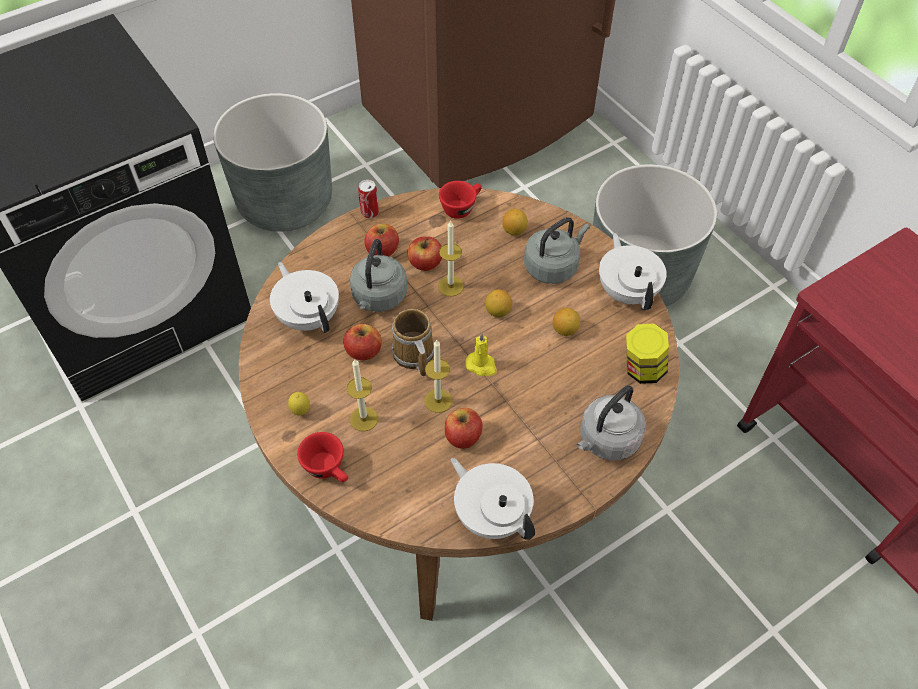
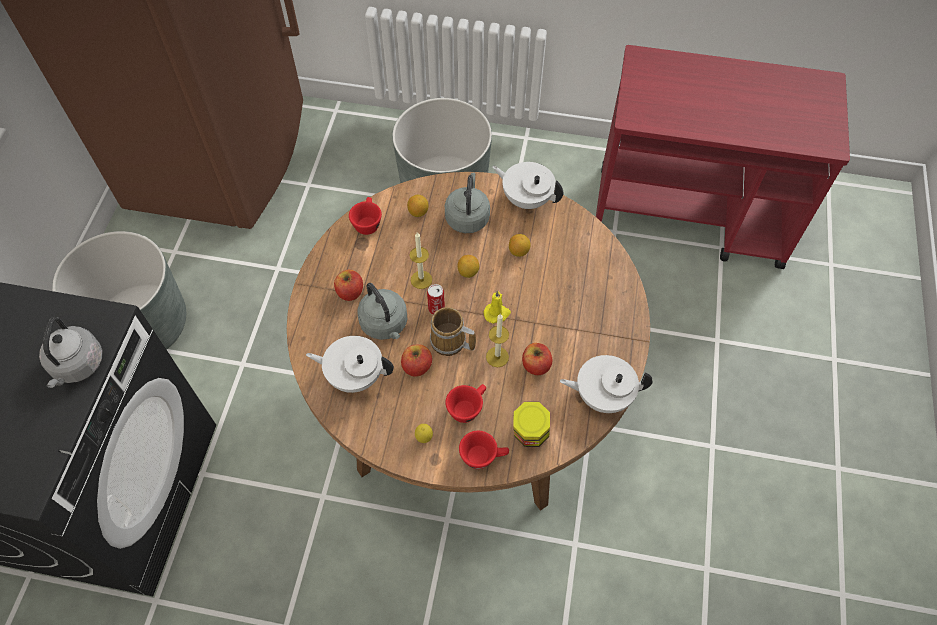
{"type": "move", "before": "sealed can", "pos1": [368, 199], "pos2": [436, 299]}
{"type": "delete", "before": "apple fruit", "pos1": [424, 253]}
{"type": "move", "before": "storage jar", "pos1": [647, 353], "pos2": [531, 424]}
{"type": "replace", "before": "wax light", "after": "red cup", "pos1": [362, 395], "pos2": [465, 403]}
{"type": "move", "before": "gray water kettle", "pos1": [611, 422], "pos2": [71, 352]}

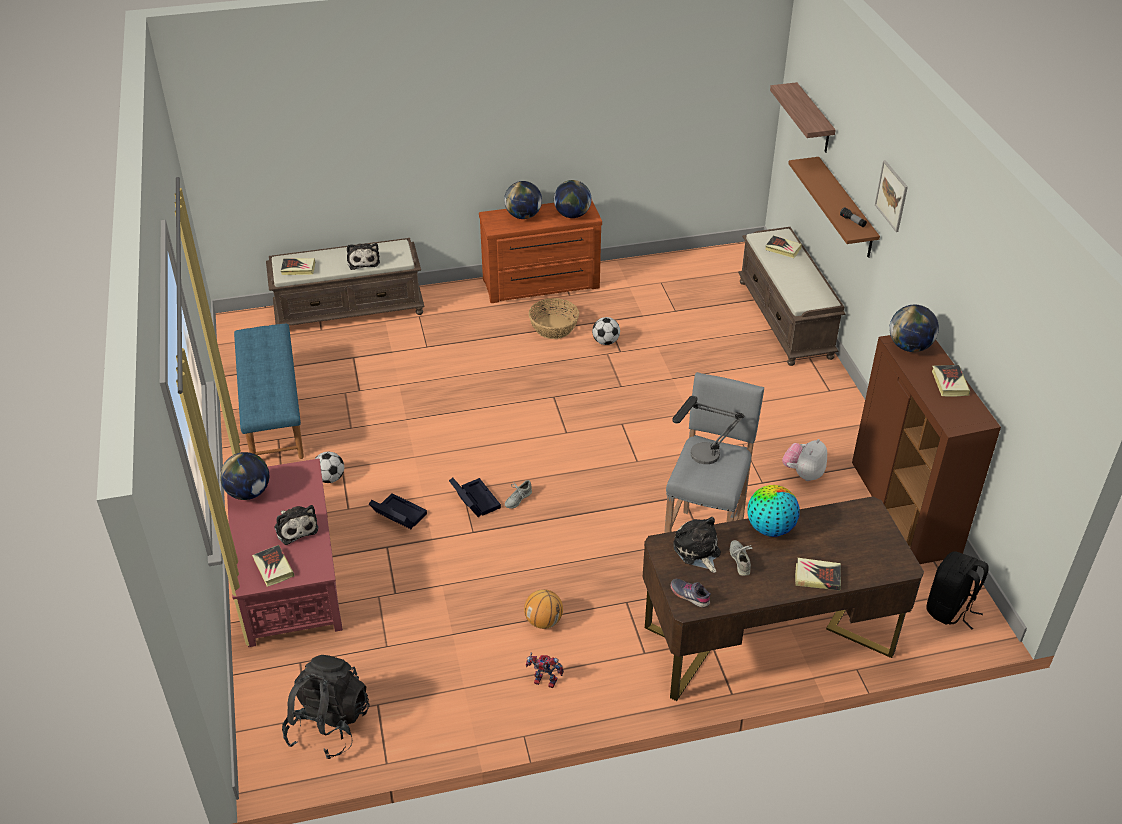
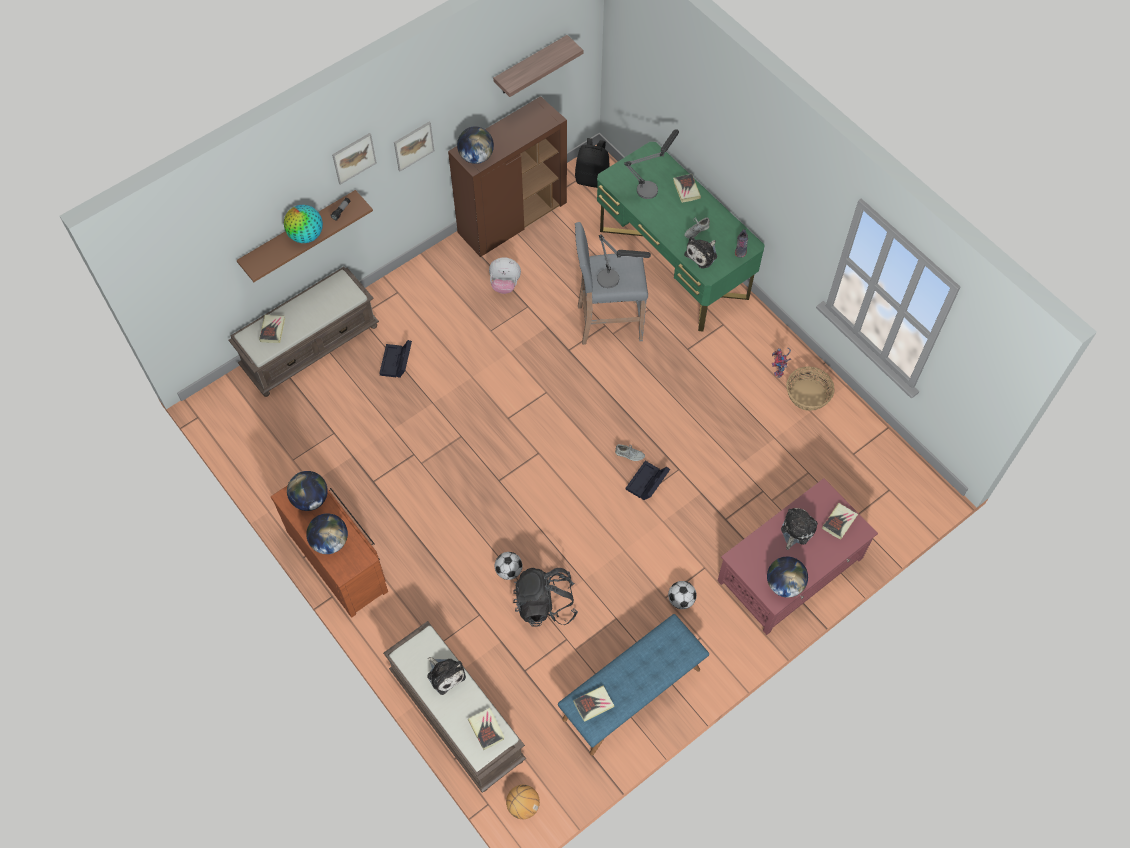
{"type": "move", "before": "wall shelf", "pos1": [803, 117], "pos2": [538, 66]}
{"type": "rotate", "before": "plush toy", "pos1": [363, 256], "pos2": [446, 676], "turn": 90}
{"type": "move", "before": "household basket", "pos1": [554, 318], "pos2": [810, 389]}
{"type": "move", "before": "football ball", "pos1": [606, 331], "pos2": [509, 566]}
{"type": "move", "before": "book", "pos1": [951, 380], "pos2": [593, 703]}
{"type": "move", "before": "desk globe", "pos1": [773, 511], "pos2": [303, 224]}
{"type": "move", "before": "blackish storage container", "pos1": [398, 511], "pos2": [395, 359]}
{"type": "recolor", "before": "brownish desk table", "after": "greenish desk table", "pos1": [783, 599], "pos2": [680, 237]}
{"type": "move", "before": "basketball", "pos1": [543, 609], "pos2": [523, 802]}
{"type": "move", "before": "blackish backpack", "pos1": [325, 707], "pos2": [545, 597]}
{"type": "insert", "after": "wall picture", "pos2": [414, 146]}
{"type": "insert", "after": "tabletop lamp", "pos2": [651, 164]}

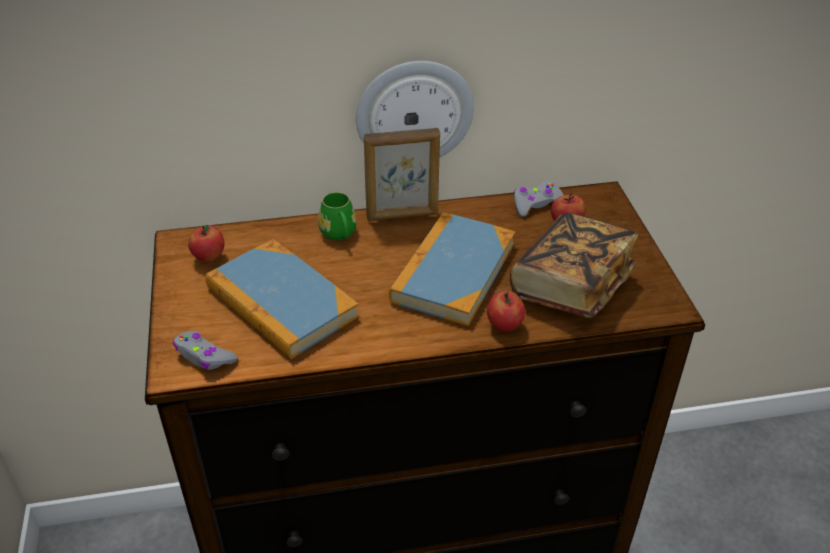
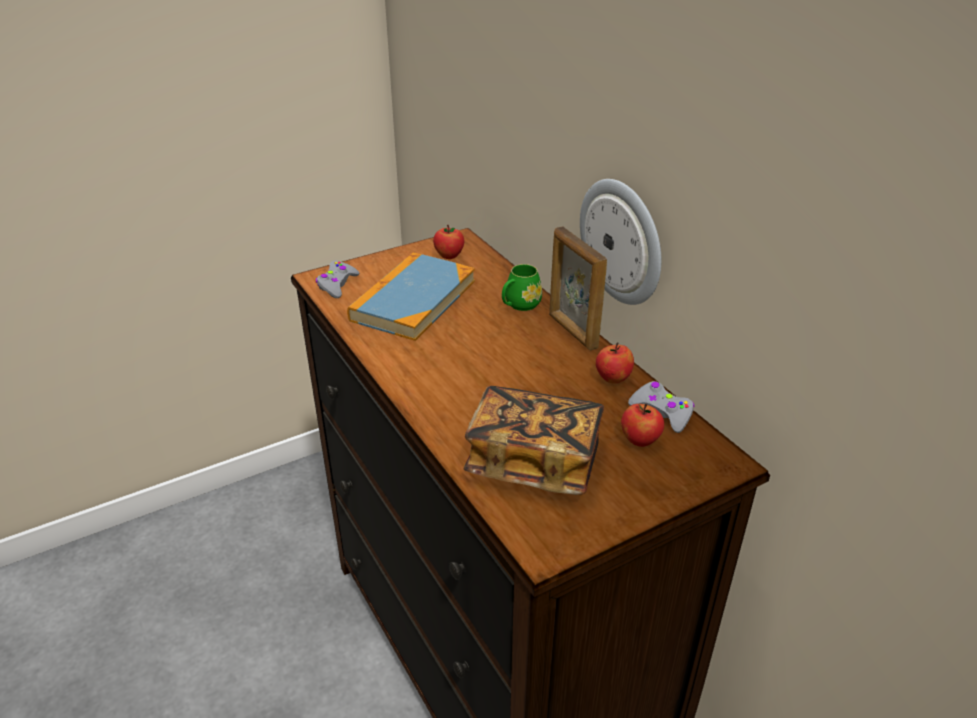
{"type": "delete", "before": "book", "pos1": [452, 269]}
{"type": "move", "before": "apple fruit", "pos1": [506, 311], "pos2": [615, 363]}

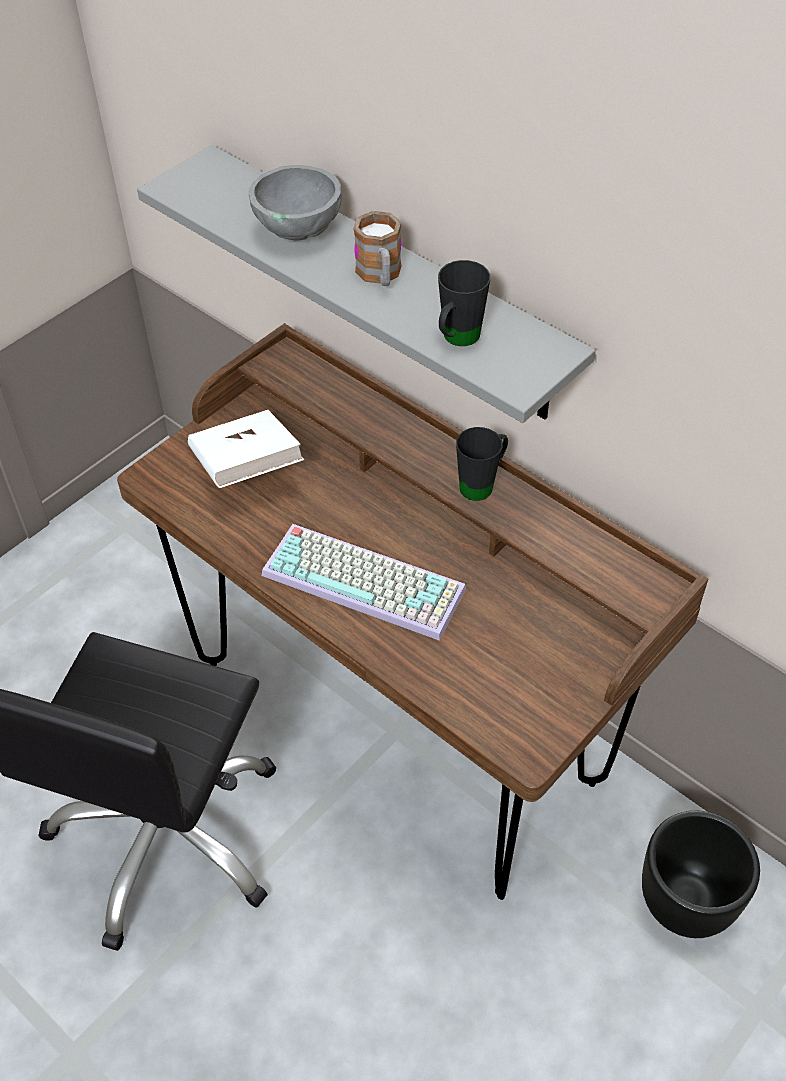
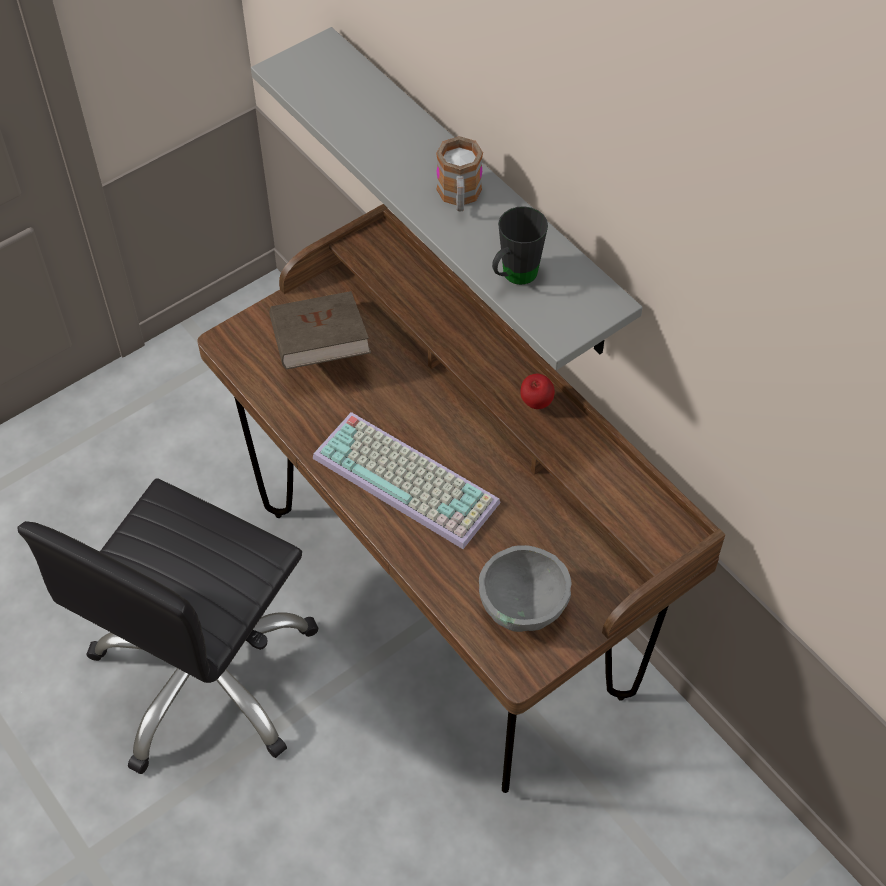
{"type": "move", "before": "gray bowl", "pos1": [295, 202], "pos2": [525, 588]}
{"type": "recolor", "before": "white-coloured book", "after": "brownish book", "pos1": [246, 449], "pos2": [320, 330]}
{"type": "replace", "before": "blackish tea mug", "after": "apple fruit", "pos1": [482, 464], "pos2": [537, 391]}
{"type": "delete", "before": "blackish planter", "pos1": [701, 874]}

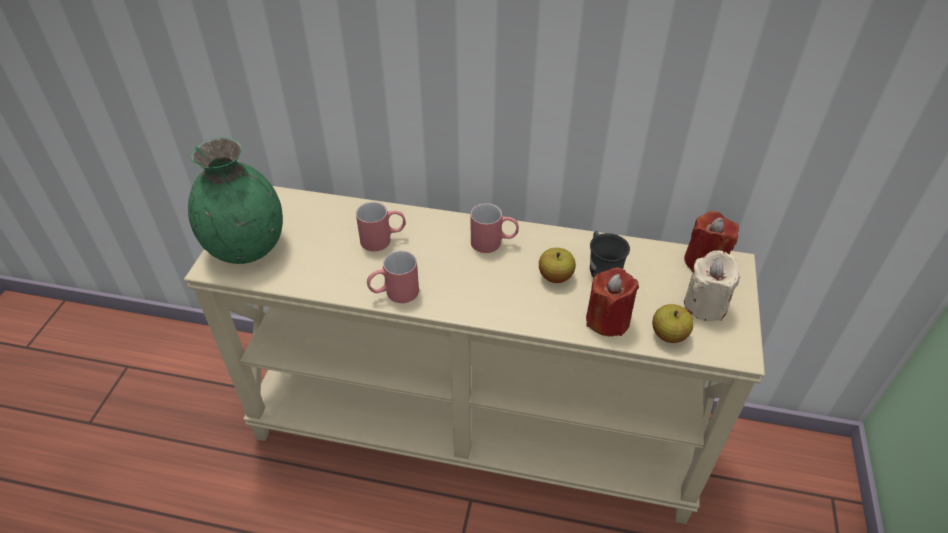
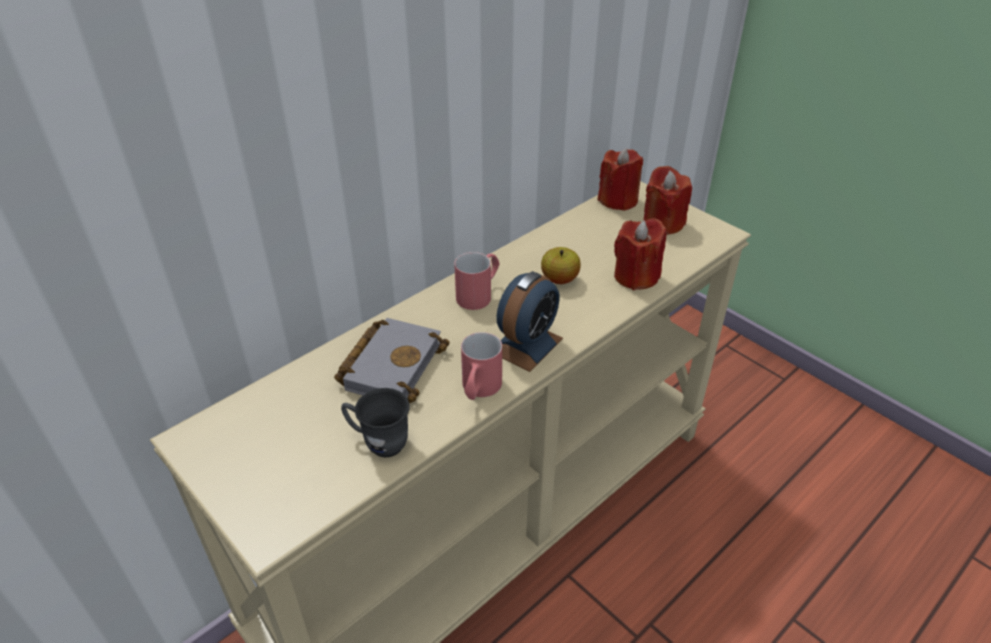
{"type": "delete", "before": "greenish flower vase", "pos1": [235, 200]}
{"type": "replace", "before": "red tea mug", "after": "gray book", "pos1": [381, 226], "pos2": [392, 361]}
{"type": "move", "before": "gray tea mug", "pos1": [610, 254], "pos2": [375, 422]}
{"type": "recolor", "before": "beige wax light", "after": "red wax light", "pos1": [712, 285], "pos2": [667, 200]}
{"type": "delete", "before": "apple fruit", "pos1": [673, 323]}
{"type": "insert", "after": "bedside clock", "pos2": [529, 321]}

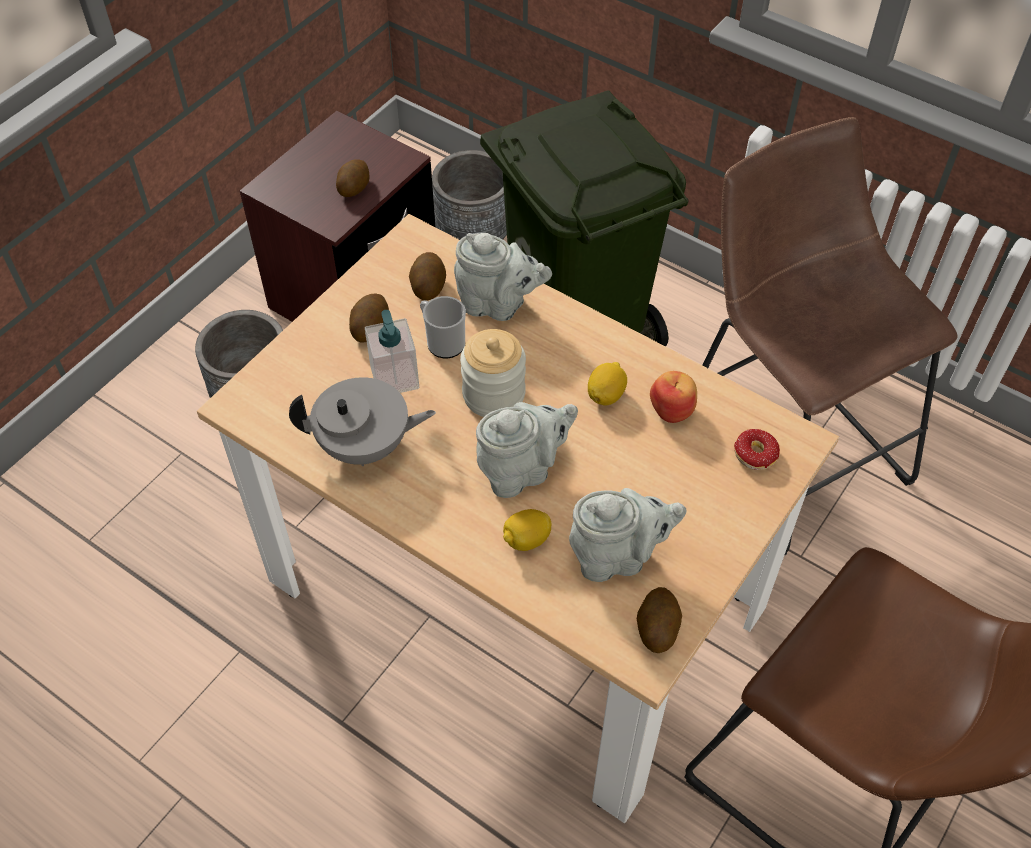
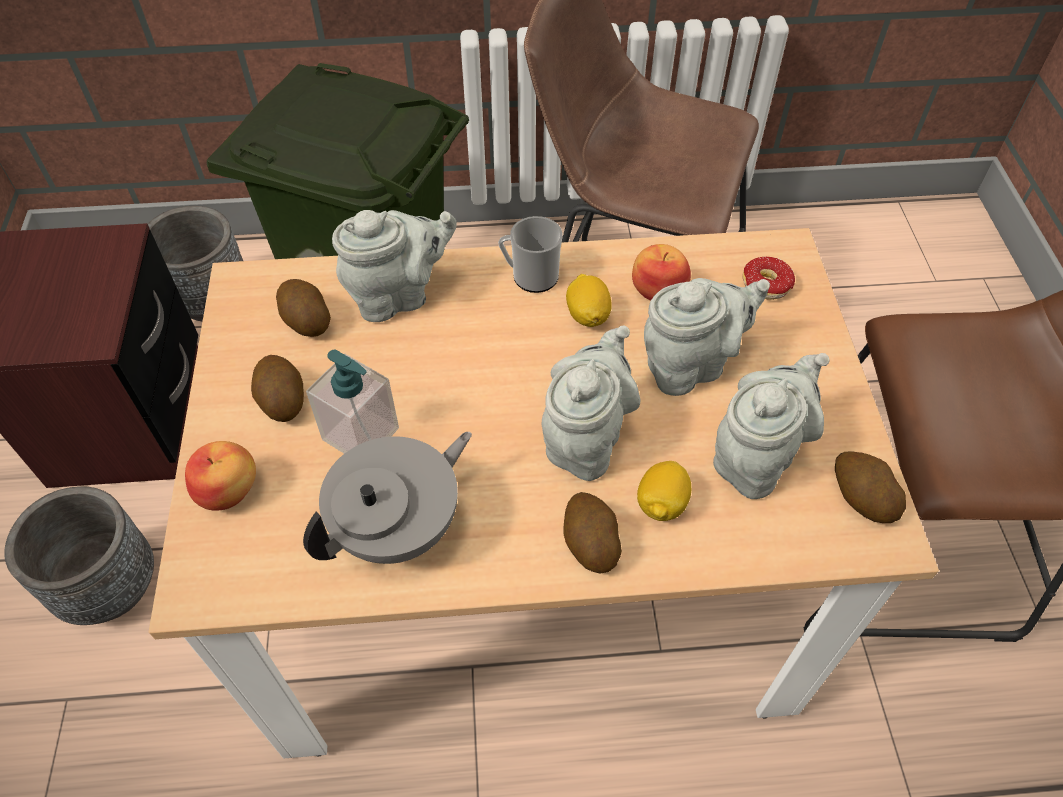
{"type": "move", "before": "spud", "pos1": [353, 178], "pos2": [592, 533]}
{"type": "move", "before": "tea mug", "pos1": [443, 327], "pos2": [530, 254]}
{"type": "delete", "before": "storage jar", "pos1": [493, 373]}
{"type": "insert", "after": "gray pot for tea", "pos2": [707, 337]}
{"type": "insert", "after": "apple fruit", "pos2": [220, 476]}

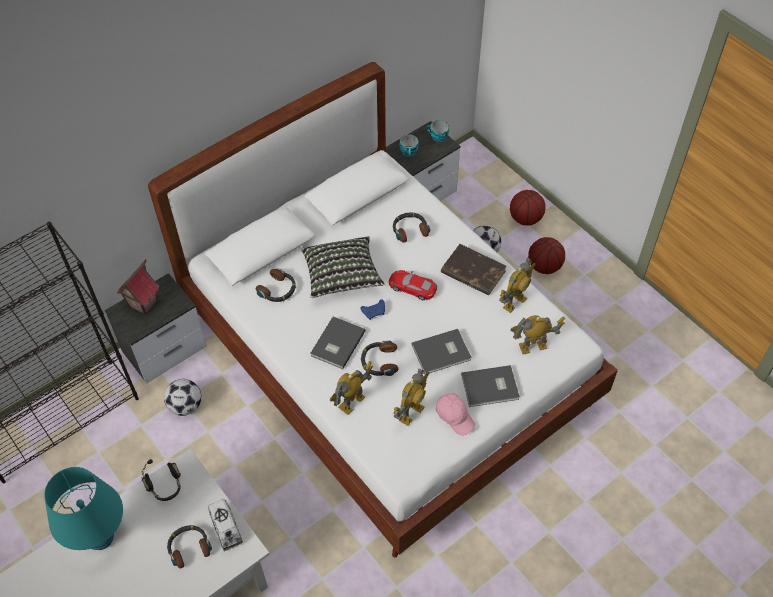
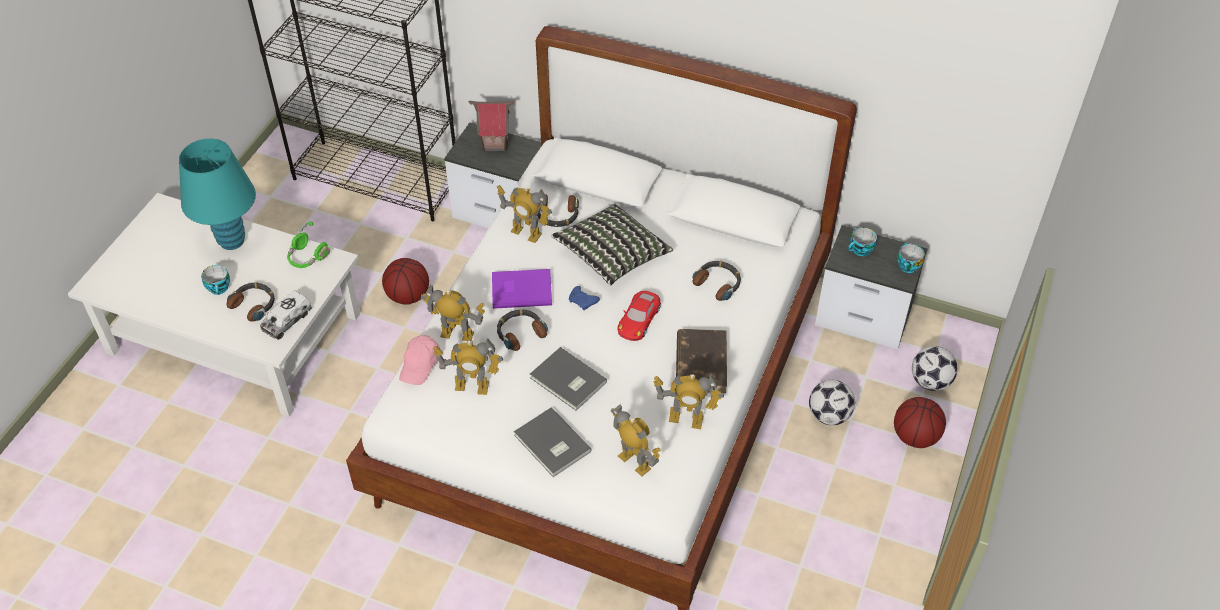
{"type": "move", "before": "basketball", "pos1": [546, 255], "pos2": [405, 281]}
{"type": "rotate", "before": "red miniature car", "pos1": [413, 285], "pos2": [639, 316], "turn": -150}
{"type": "recolor", "before": "gray book", "after": "purplish book", "pos1": [338, 342], "pos2": [522, 289]}
{"type": "move", "before": "football ball", "pos1": [183, 397], "pos2": [935, 368]}
{"type": "move", "before": "pink baseball cap", "pos1": [456, 414], "pos2": [419, 360]}
{"type": "recolor", "before": "blackish pair of headphones", "after": "greenish pair of headphones", "pos1": [161, 480], "pos2": [308, 244]}
{"type": "insert", "after": "model robot", "pos2": [524, 214]}
{"type": "insert", "after": "cup", "pos2": [215, 280]}

